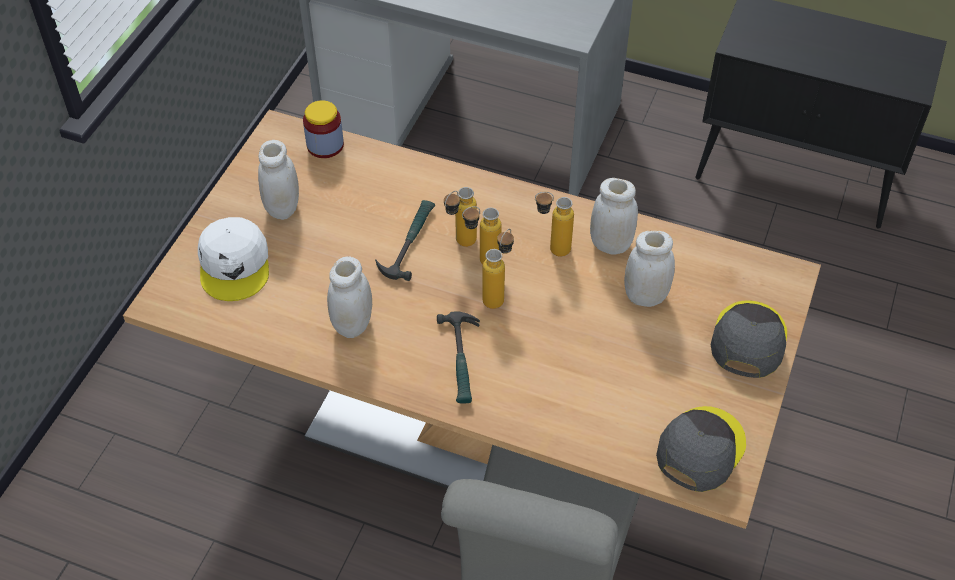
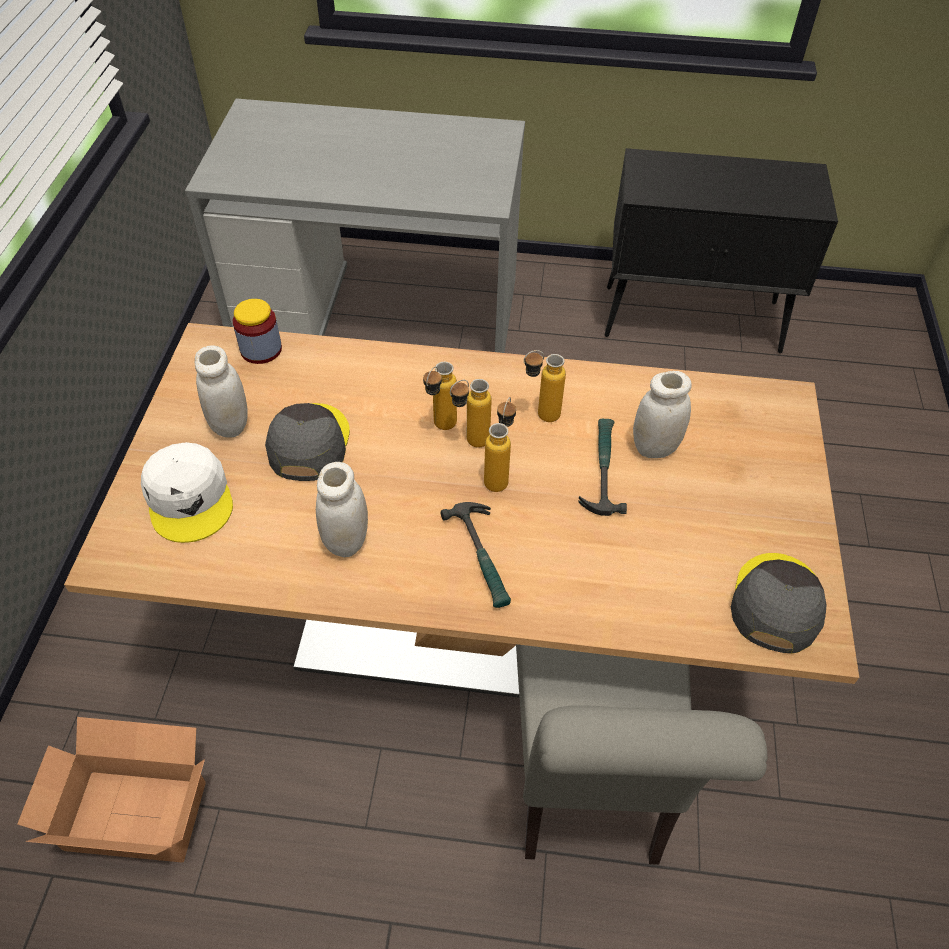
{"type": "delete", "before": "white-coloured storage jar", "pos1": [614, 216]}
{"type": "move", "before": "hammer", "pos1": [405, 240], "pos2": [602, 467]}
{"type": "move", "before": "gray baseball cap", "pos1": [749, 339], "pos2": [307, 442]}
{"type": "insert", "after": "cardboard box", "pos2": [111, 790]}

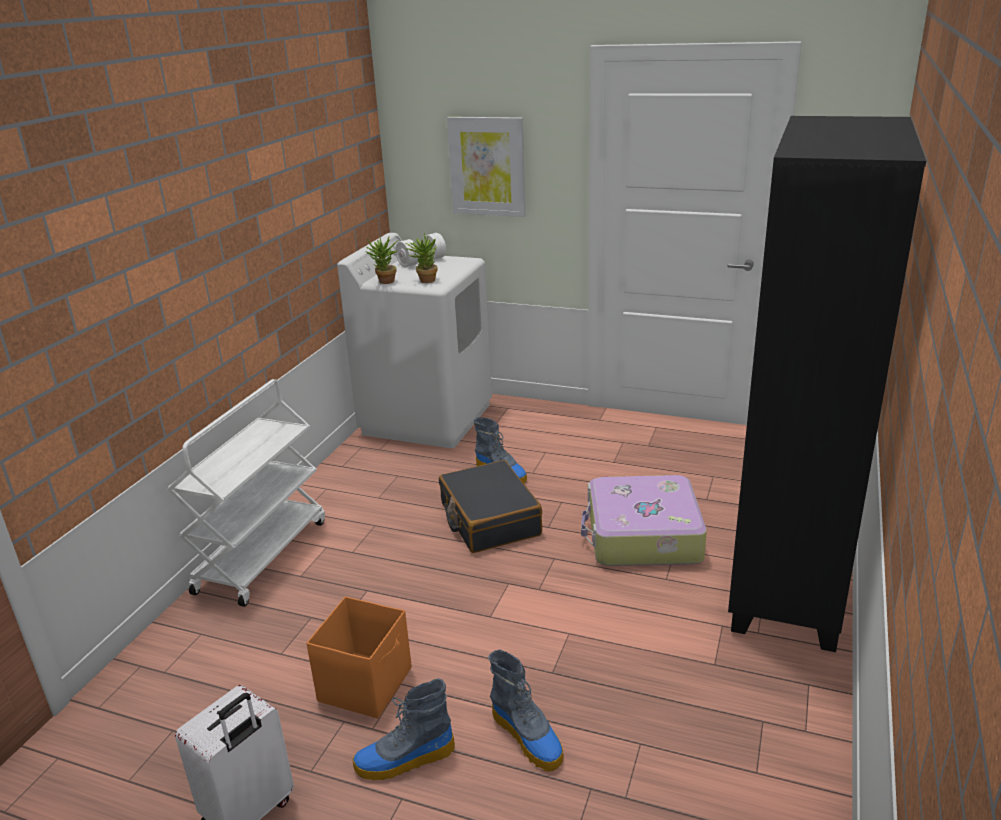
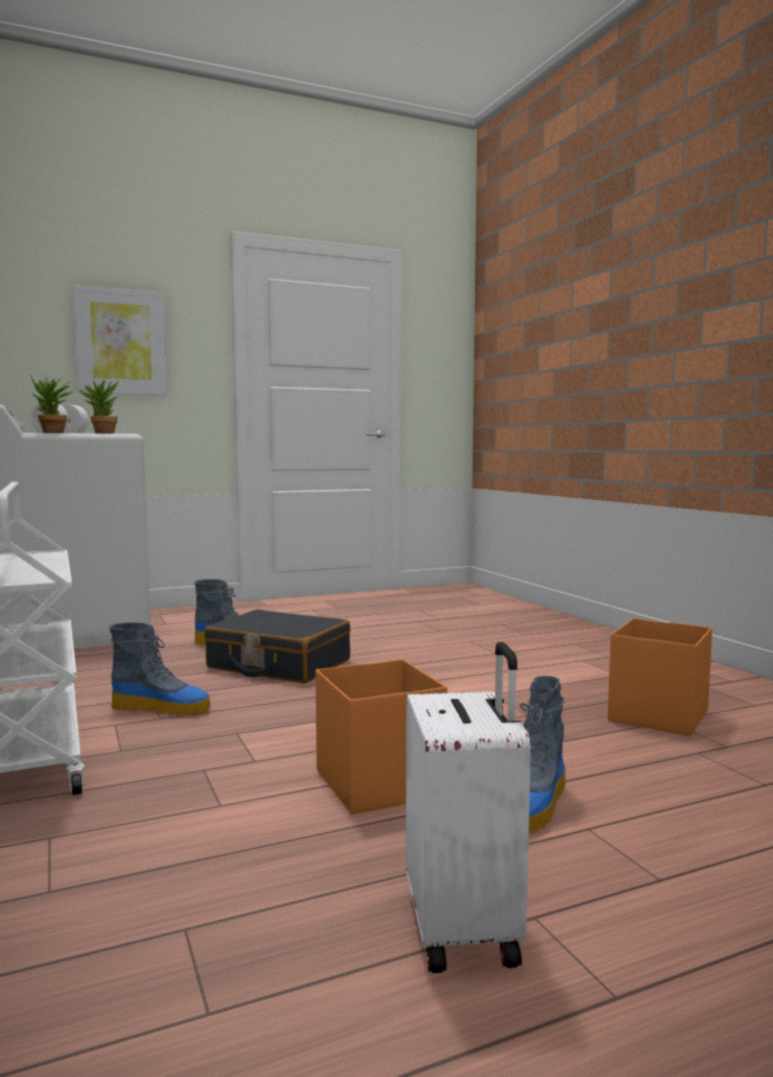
{"type": "delete", "before": "blackish shelving unit", "pos1": [827, 384]}
{"type": "delete", "before": "travel case", "pos1": [644, 520]}
{"type": "move", "before": "boot", "pos1": [526, 711], "pos2": [159, 669]}
{"type": "insert", "after": "orange storage container", "pos2": [660, 677]}

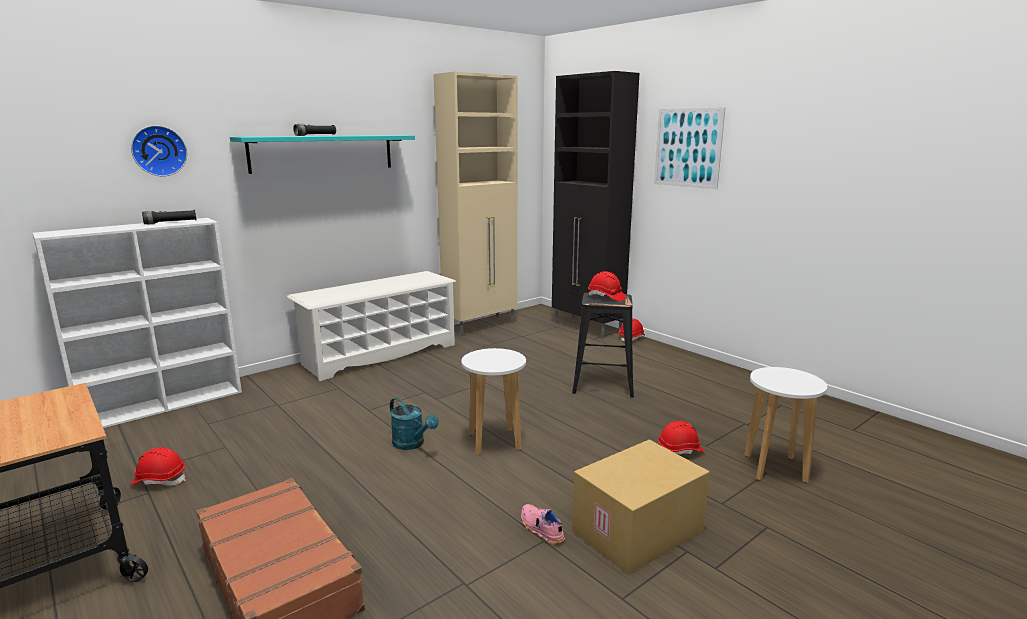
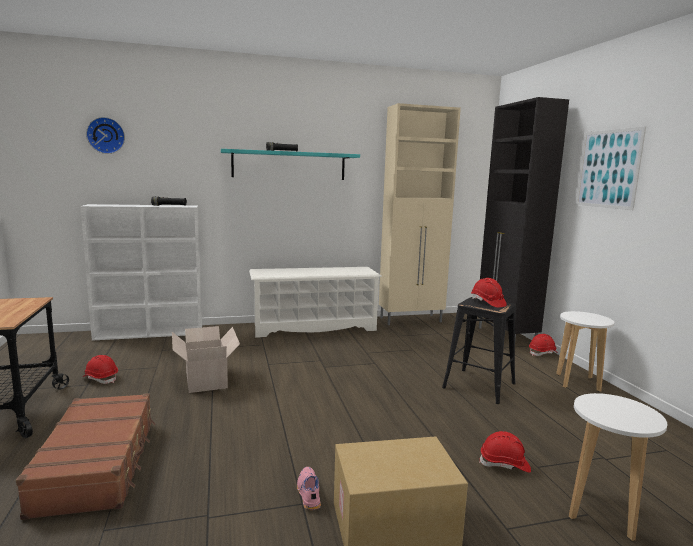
{"type": "move", "before": "wall clock", "pos1": [159, 150], "pos2": [105, 135]}
{"type": "move", "before": "white-coloured stool", "pos1": [493, 401], "pos2": [585, 351]}
{"type": "delete", "before": "turquoise watering pot", "pos1": [414, 423]}
{"type": "insert", "after": "cardboard box", "pos2": [206, 359]}

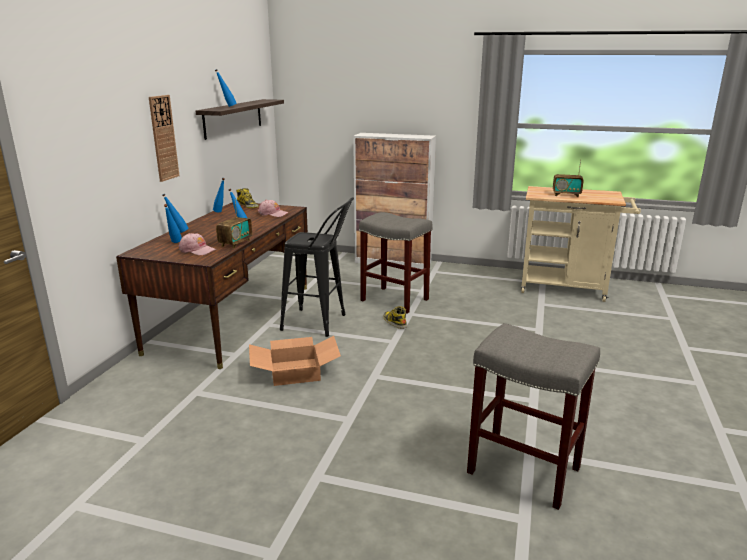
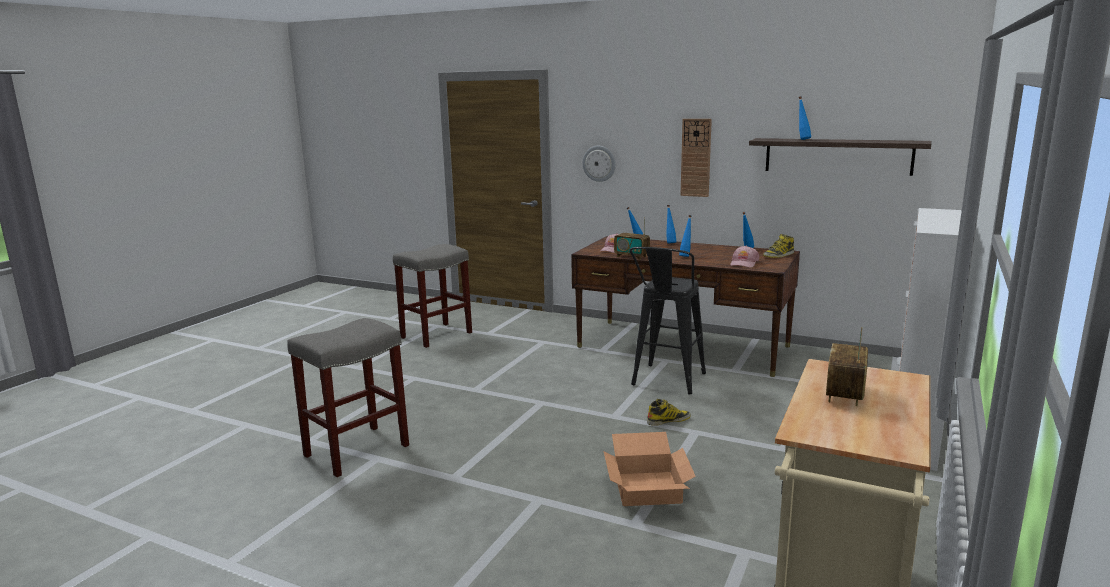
{"type": "move", "before": "gray stool", "pos1": [396, 263], "pos2": [432, 296]}
{"type": "move", "before": "cardboard box", "pos1": [295, 361], "pos2": [649, 469]}
{"type": "insert", "after": "wall clock", "pos2": [599, 164]}

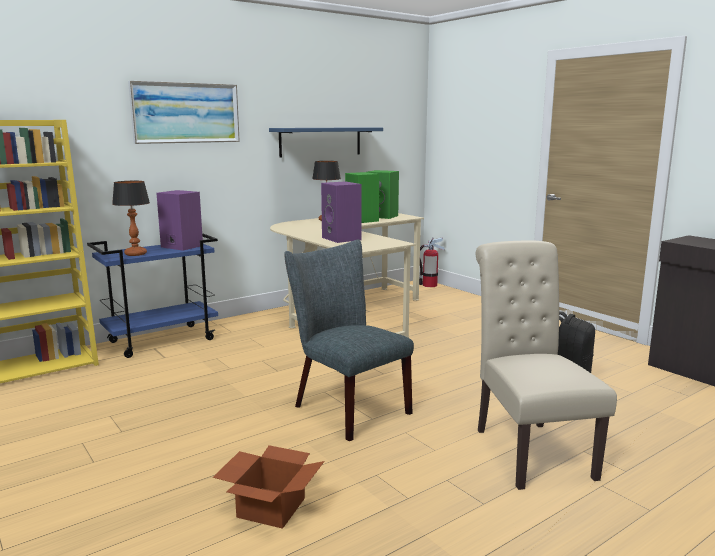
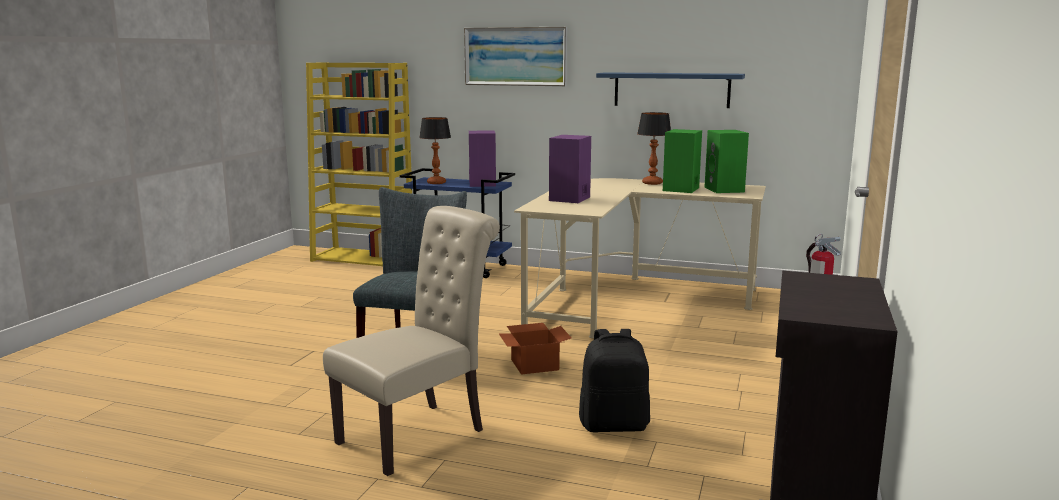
{"type": "move", "before": "cardboard box", "pos1": [269, 487], "pos2": [535, 349]}

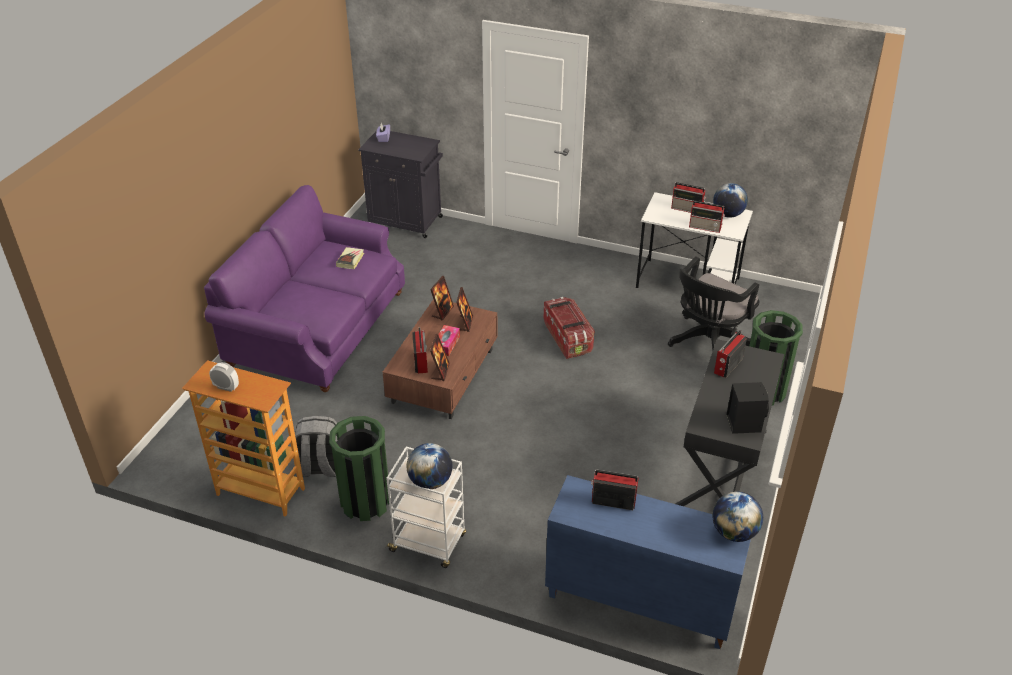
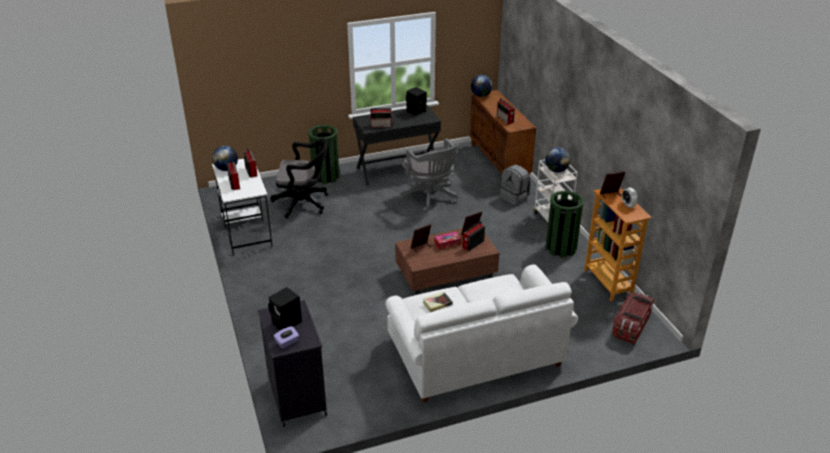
{"type": "recolor", "before": "purplish settee", "after": "white-coloured settee", "pos1": [304, 288], "pos2": [481, 333]}
{"type": "move", "before": "standing frame", "pos1": [442, 298], "pos2": [613, 185]}
{"type": "move", "before": "storage container", "pos1": [569, 328], "pos2": [633, 319]}
{"type": "move", "before": "gray backpack", "pos1": [316, 446], "pos2": [515, 185]}
{"type": "recolor", "before": "bluish storage cabinet", "after": "brownish storage cabinet", "pos1": [648, 562], "pos2": [503, 133]}
{"type": "insert", "after": "gray computer chair", "pos2": [429, 174]}
{"type": "insert", "after": "blackish audio speaker", "pos2": [285, 308]}

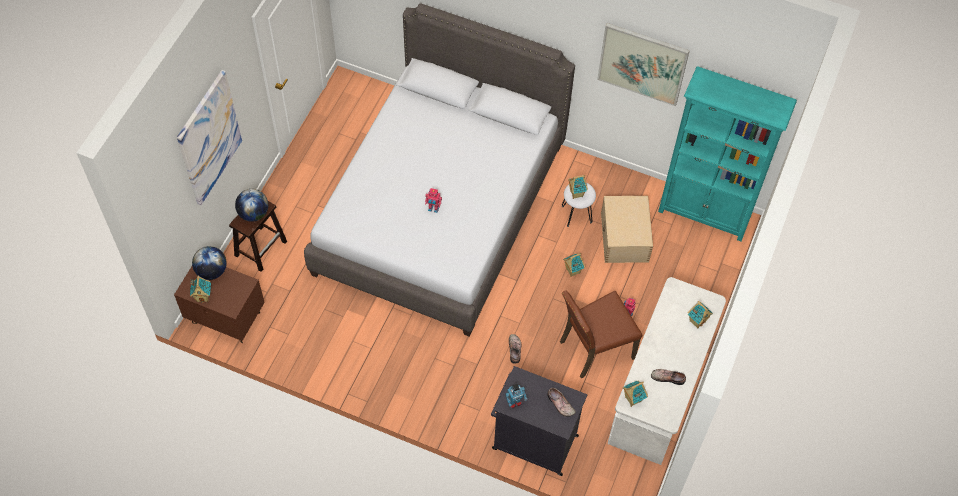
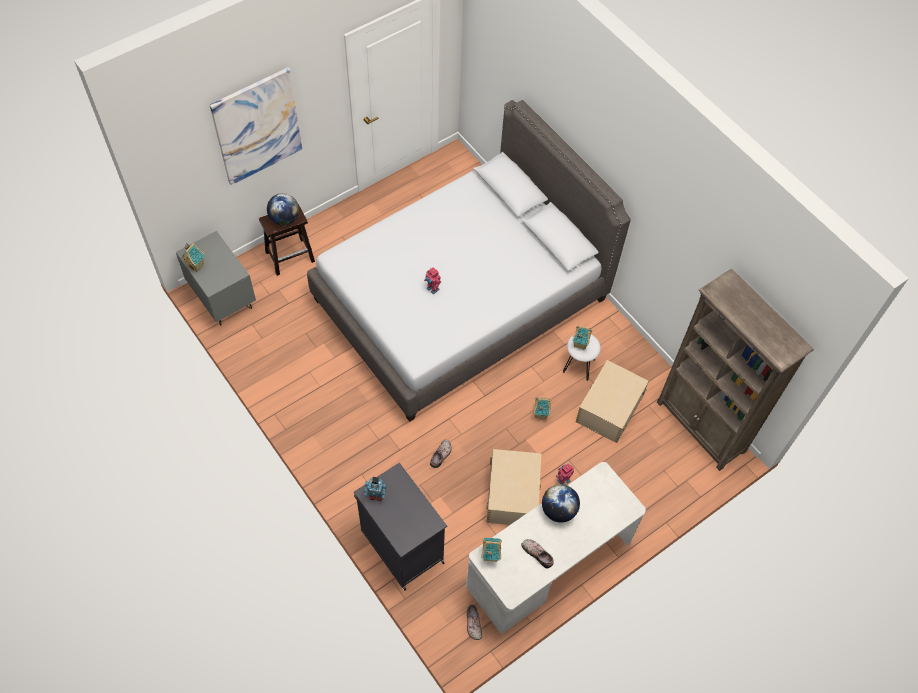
{"type": "delete", "before": "wall picture", "pos1": [643, 64]}
{"type": "recolor", "before": "turquoise shelving unit", "after": "brownish shelving unit", "pos1": [727, 154], "pos2": [735, 370]}
{"type": "move", "before": "desk globe", "pos1": [209, 263], "pos2": [561, 503]}
{"type": "recolor", "before": "brownish night table", "after": "gray night table", "pos1": [219, 305], "pos2": [216, 278]}
{"type": "replace", "before": "brownish plain chair", "after": "beige storage container", "pos1": [601, 334], "pos2": [513, 487]}
{"type": "delete", "before": "miniature house", "pos1": [700, 315]}
{"type": "move", "before": "shoe", "pos1": [561, 402], "pos2": [474, 622]}

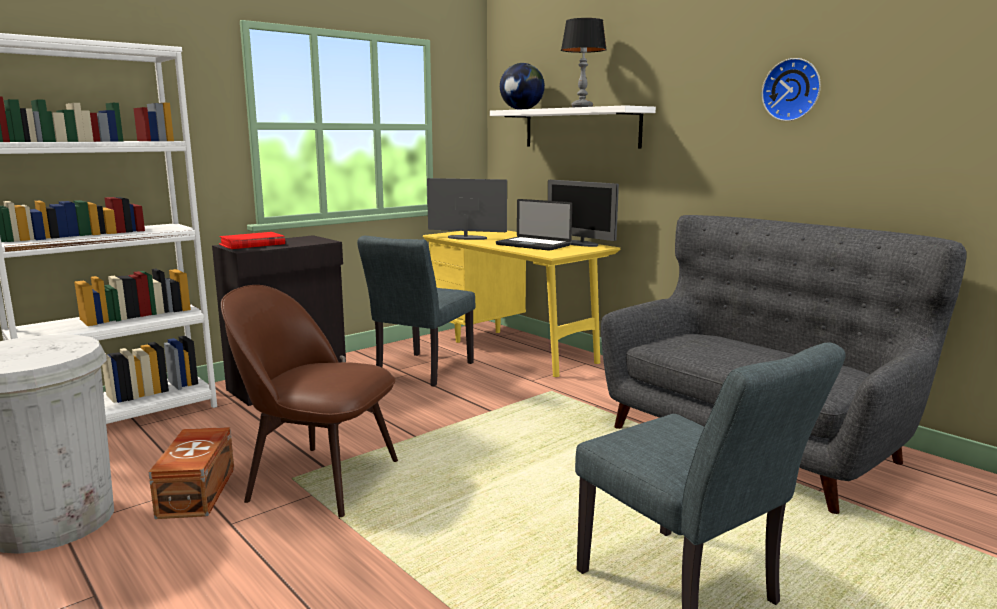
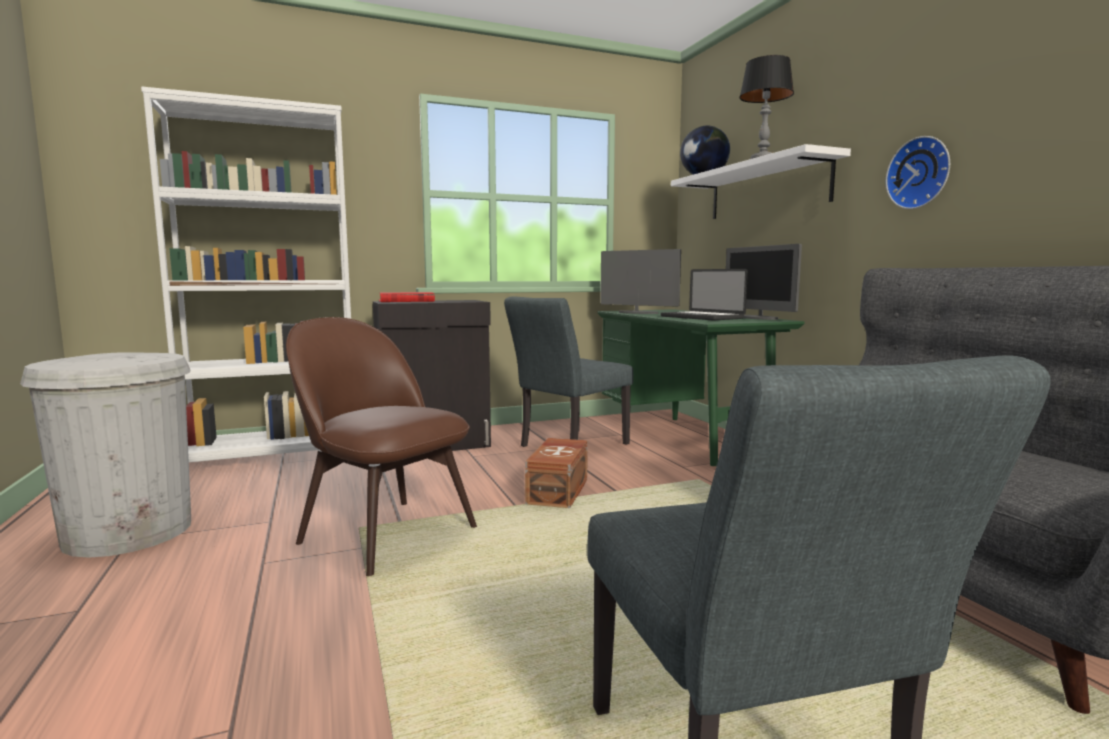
{"type": "move", "before": "wall clock", "pos1": [791, 89], "pos2": [918, 172]}
{"type": "recolor", "before": "yellow desk table", "after": "greenish desk table", "pos1": [521, 304], "pos2": [701, 387]}
{"type": "move", "before": "brownish storage container", "pos1": [191, 473], "pos2": [556, 473]}

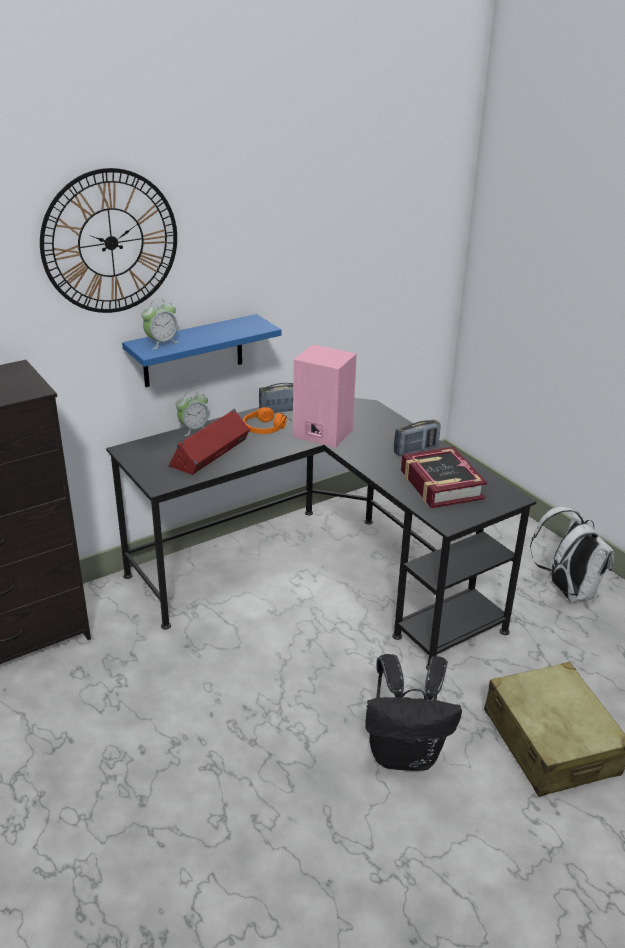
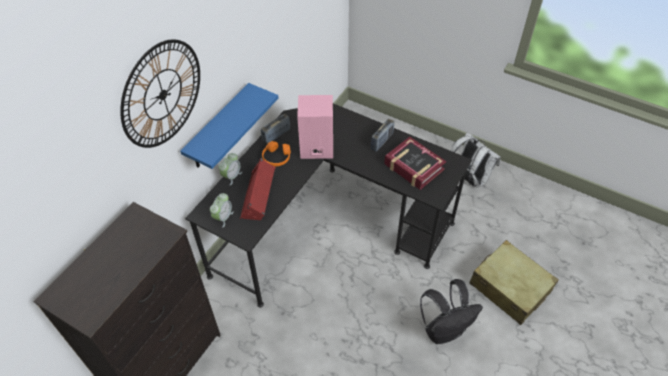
{"type": "move", "before": "bedside clock", "pos1": [160, 324], "pos2": [222, 210]}

